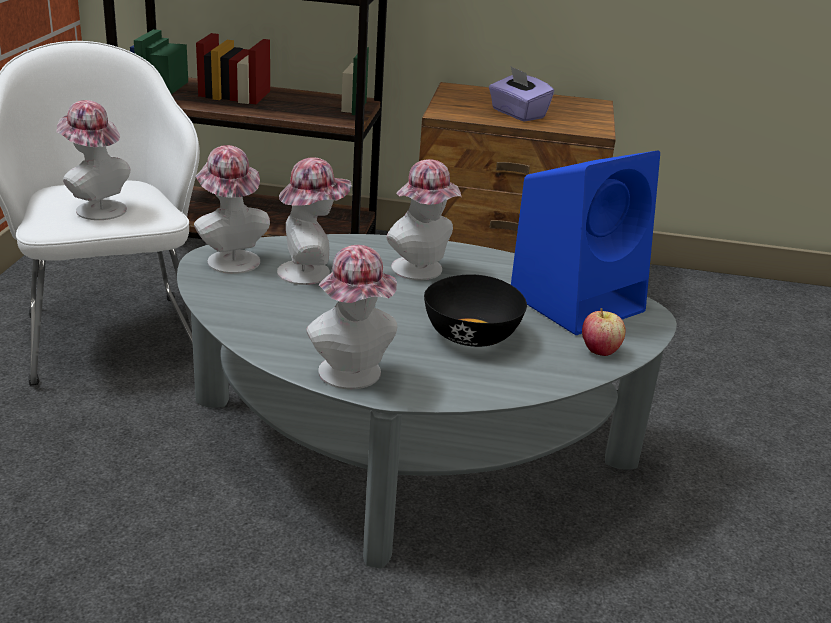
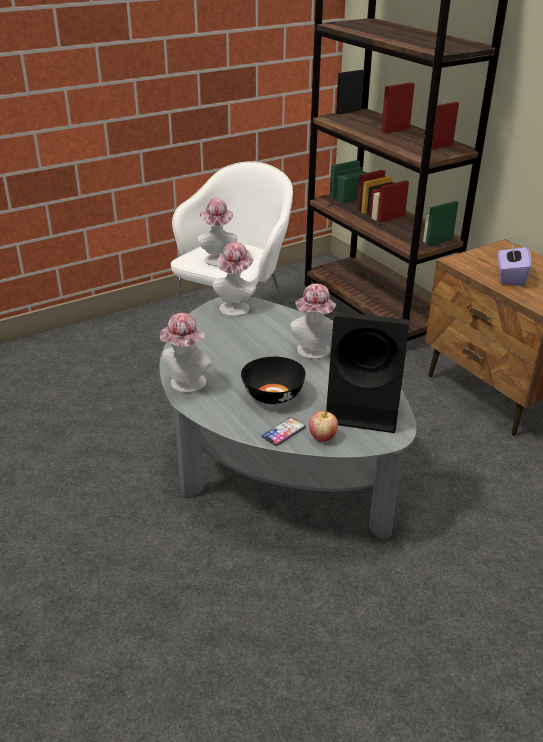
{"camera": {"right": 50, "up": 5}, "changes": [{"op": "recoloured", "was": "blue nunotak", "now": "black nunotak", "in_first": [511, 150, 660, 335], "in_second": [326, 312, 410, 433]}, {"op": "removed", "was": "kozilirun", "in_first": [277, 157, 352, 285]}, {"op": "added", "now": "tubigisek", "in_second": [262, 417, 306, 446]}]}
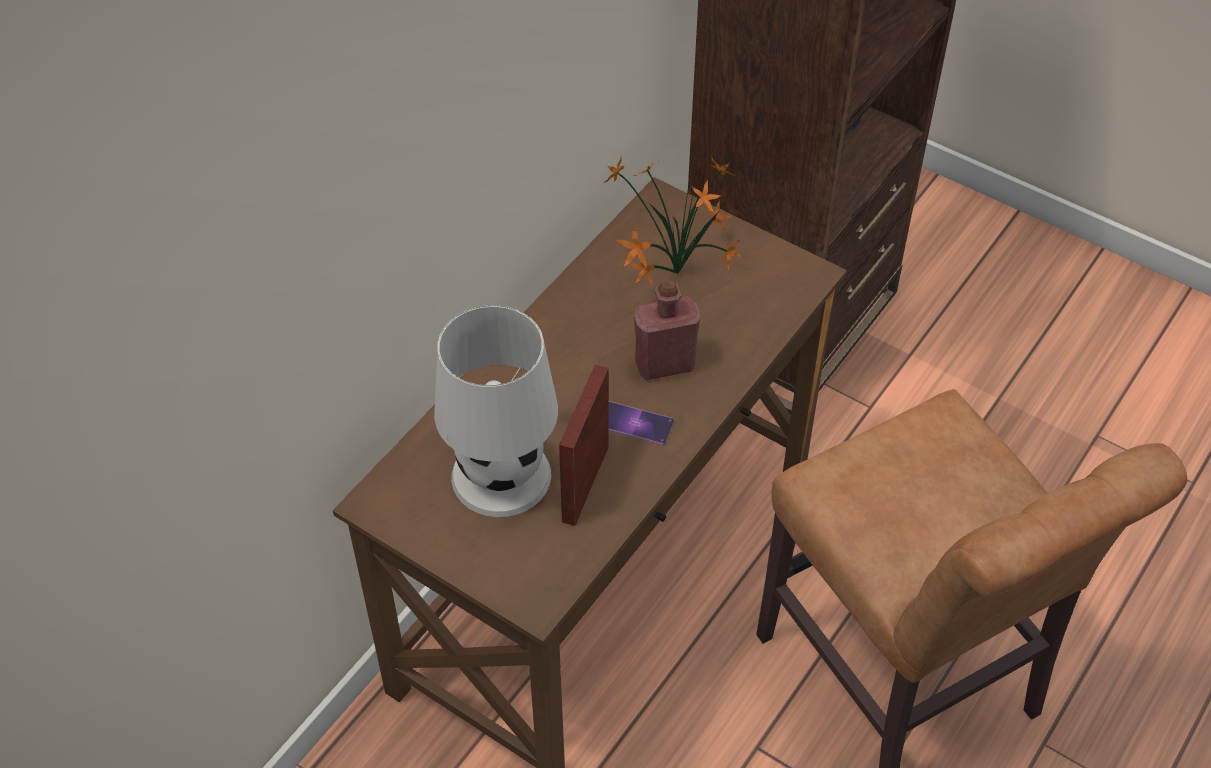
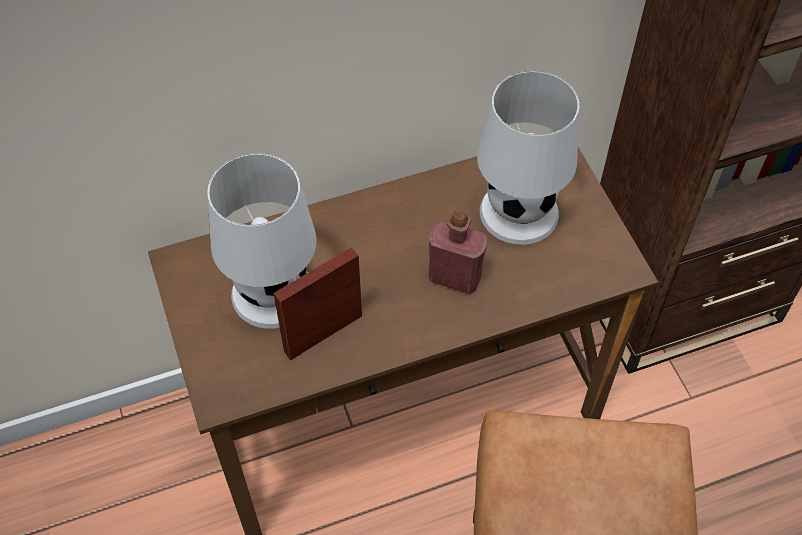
{"camera": {"right": 35, "up": 5}, "changes": [{"op": "replaced", "was": "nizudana", "now": "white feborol", "in_first": [603, 156, 741, 284], "in_second": [477, 71, 579, 245]}, {"op": "removed", "was": "tubigisek", "in_first": [608, 401, 675, 445]}]}
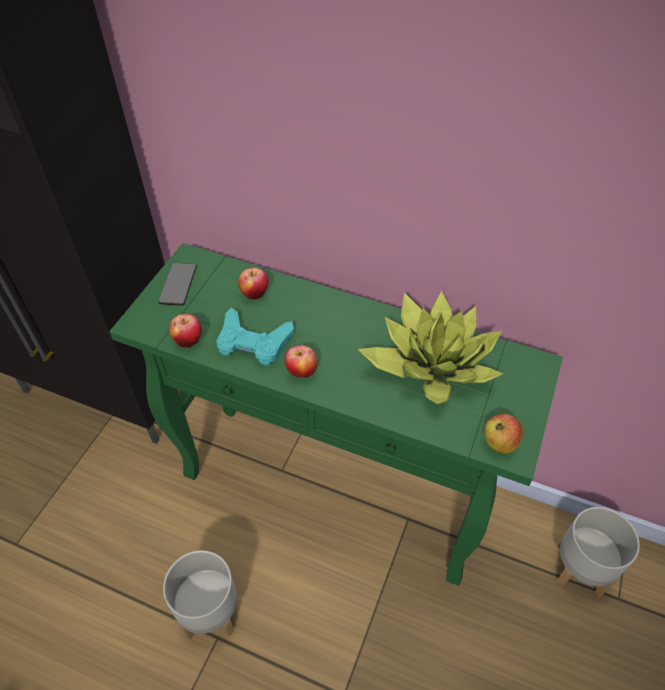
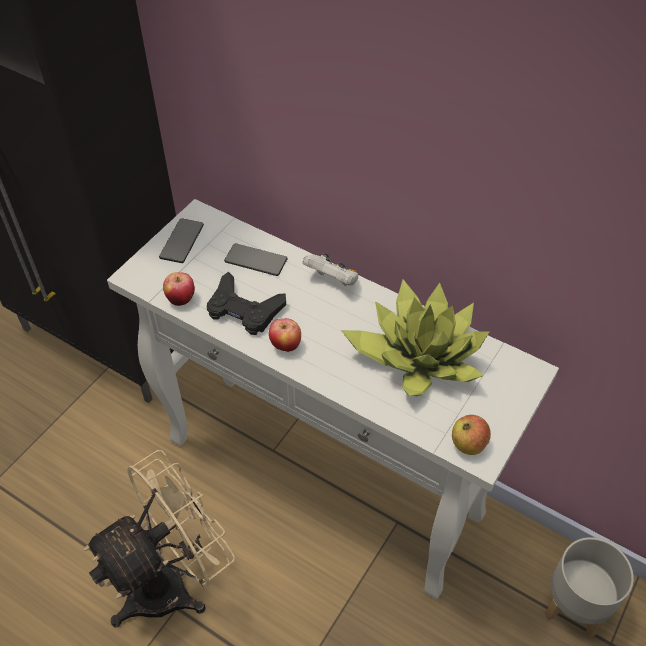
{"camera": {"right": 10, "up": 0}, "changes": [{"op": "recoloured", "was": "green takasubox", "now": "white takasubox", "in_first": [109, 243, 563, 585], "in_second": [107, 199, 559, 599]}, {"op": "replaced", "was": "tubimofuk", "now": "tubigisek", "in_first": [238, 267, 268, 299], "in_second": [224, 243, 287, 276]}, {"op": "recoloured", "was": "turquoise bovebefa", "now": "black bovebefa", "in_first": [217, 307, 294, 366], "in_second": [207, 272, 286, 335]}, {"op": "replaced", "was": "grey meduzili", "now": "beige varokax", "in_first": [163, 550, 237, 639], "in_second": [83, 450, 235, 627]}, {"op": "added", "now": "white bovebefa", "in_second": [303, 253, 358, 286]}]}
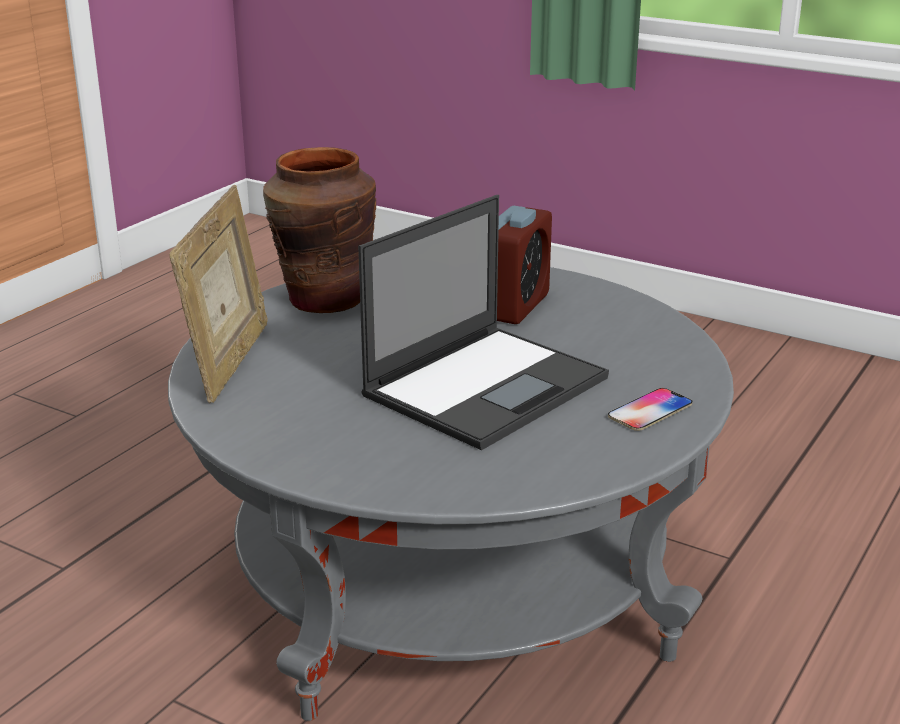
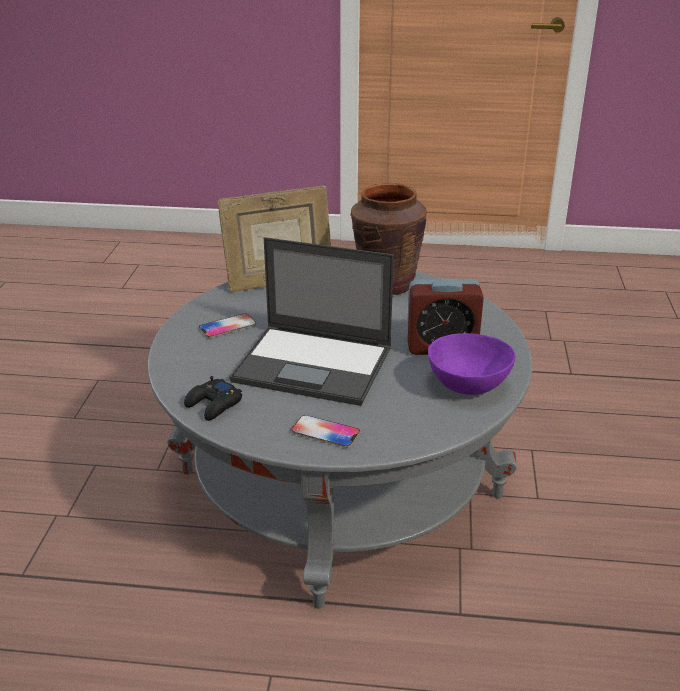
{"camera": {"right": 65, "up": 5}, "changes": [{"op": "added", "now": "tubigisek", "in_second": [199, 313, 256, 338]}, {"op": "added", "now": "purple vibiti", "in_second": [428, 333, 516, 395]}, {"op": "added", "now": "black bovebefa", "in_second": [184, 376, 242, 421]}]}
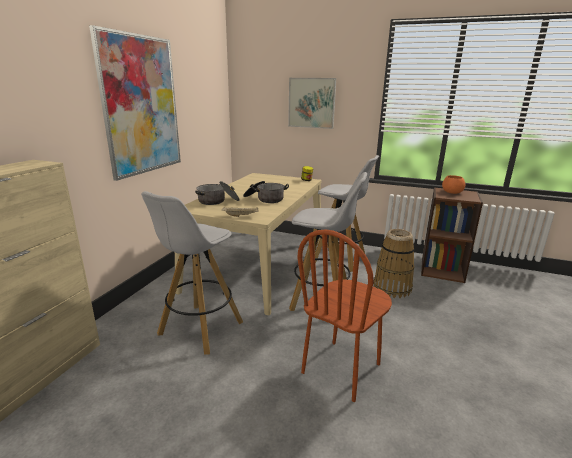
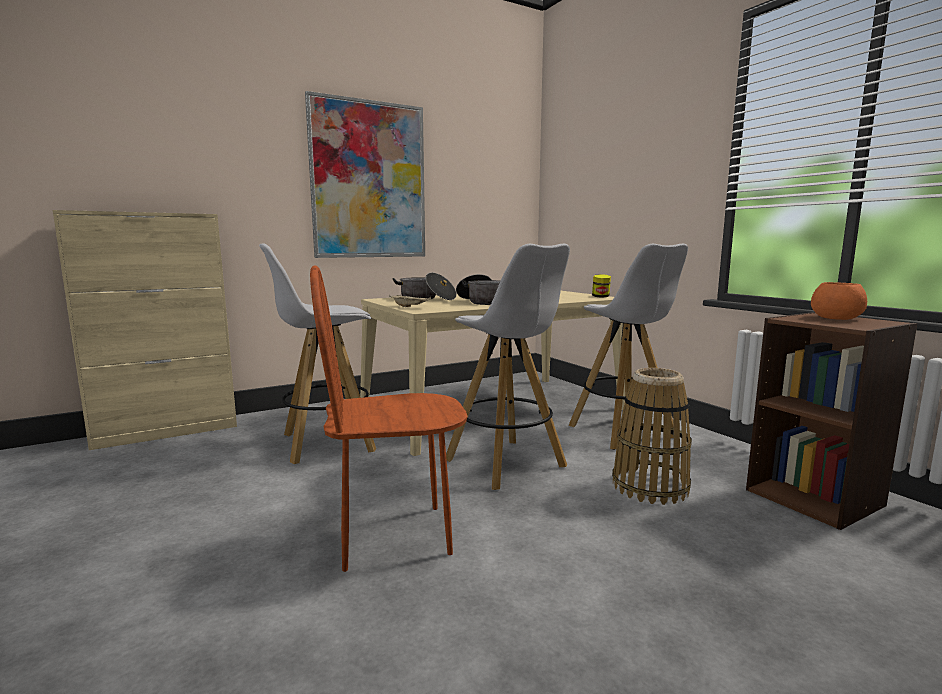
{"camera": {"right": 40, "up": -10}, "changes": [{"op": "removed", "was": "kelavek", "in_first": [288, 78, 336, 129]}]}
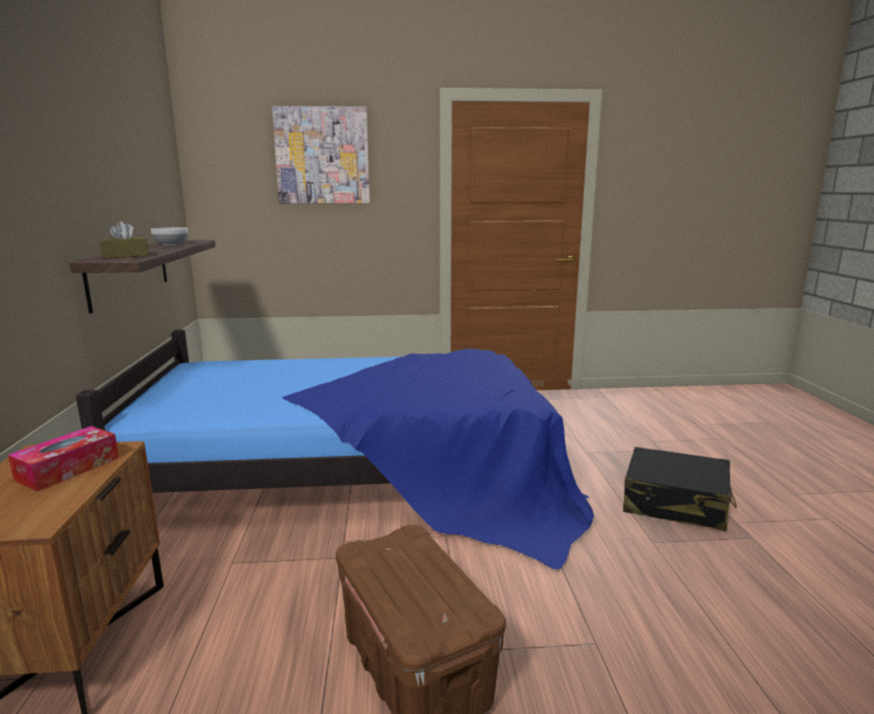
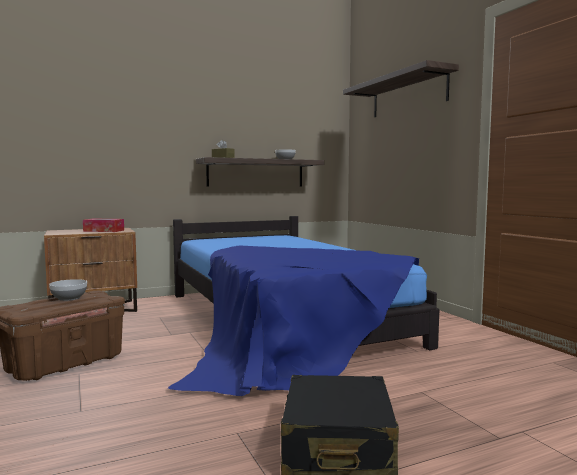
{"camera": {"right": 70, "up": -10}, "changes": [{"op": "replaced", "was": "kelavek", "now": "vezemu", "in_first": [272, 106, 370, 203], "in_second": [343, 60, 459, 117]}, {"op": "added", "now": "vibiti", "in_second": [49, 279, 87, 301]}]}
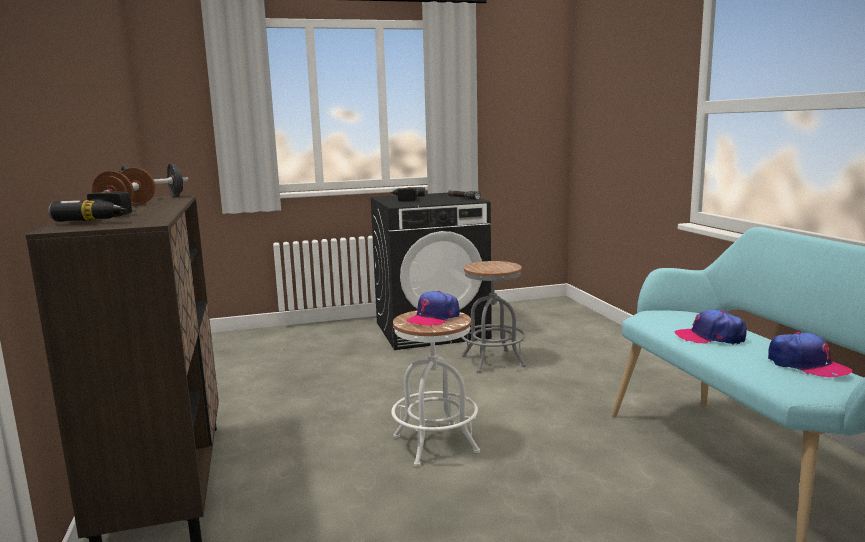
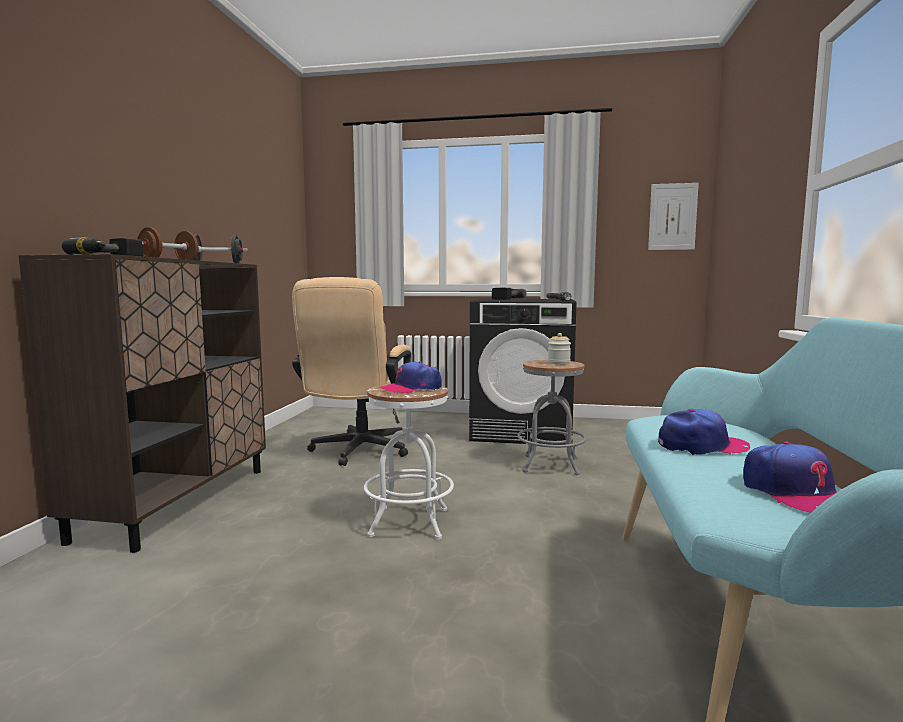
{"camera": {"right": 25, "up": -5}, "changes": [{"op": "turned", "was": "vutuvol", "in_first": [675, 309, 747, 345], "in_second": [658, 409, 750, 455], "clockwise": 135}, {"op": "added", "now": "kelavek", "in_second": [648, 183, 699, 250]}, {"op": "added", "now": "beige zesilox", "in_second": [292, 277, 411, 466]}, {"op": "added", "now": "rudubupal", "in_second": [548, 333, 571, 365]}]}
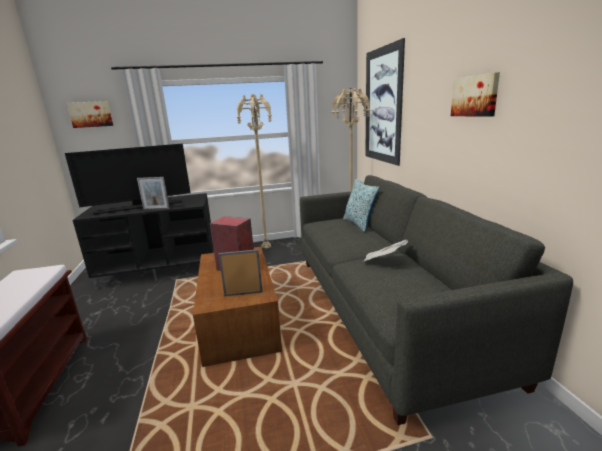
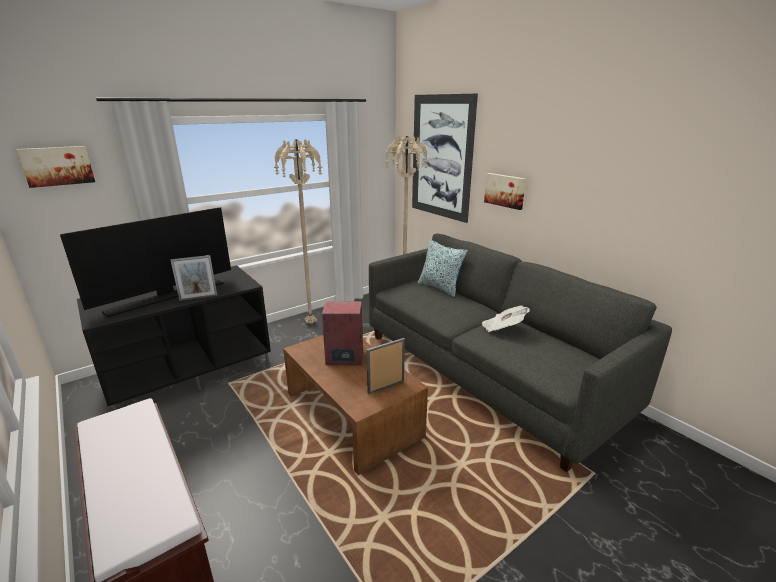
{"camera": {"right": -25, "up": 5}, "changes": [{"op": "moved", "was": "kelavek", "in_first": [451, 72, 500, 117], "in_second": [484, 173, 526, 210]}]}
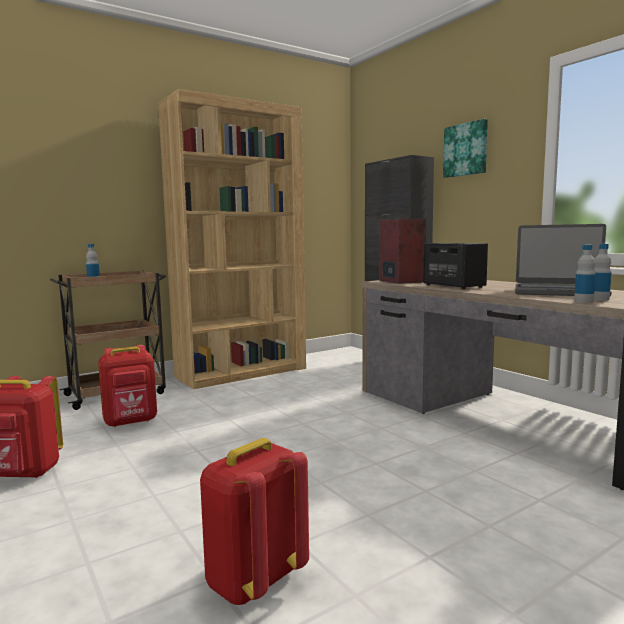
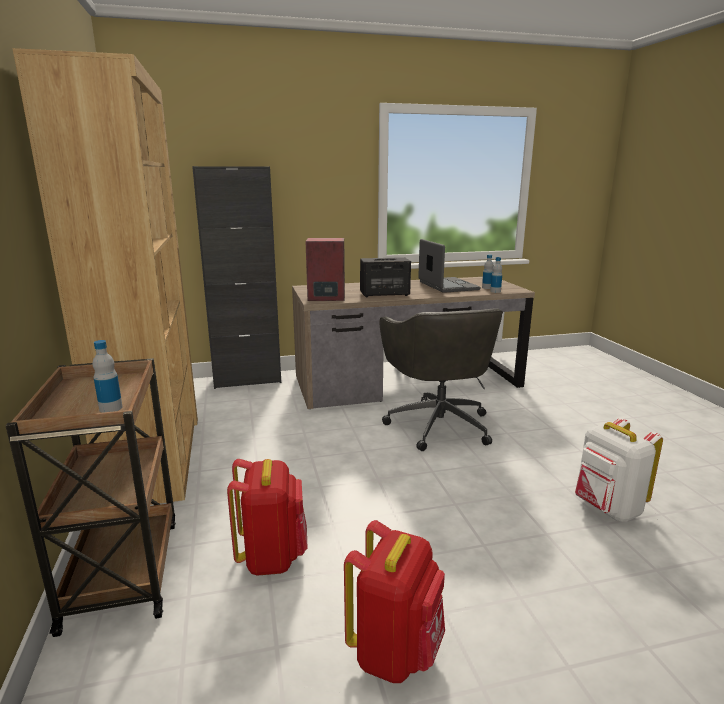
{"camera": {"right": -70, "up": 10}, "changes": [{"op": "removed", "was": "kelavek", "in_first": [443, 119, 488, 178]}, {"op": "turned", "was": "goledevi", "in_first": [515, 224, 612, 296], "in_second": [418, 239, 480, 293], "clockwise": -60}, {"op": "recoloured", "was": "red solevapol", "now": "white solevapol", "in_first": [200, 438, 309, 605], "in_second": [575, 418, 663, 522]}, {"op": "added", "now": "grey zesilox", "in_second": [380, 308, 503, 451]}]}
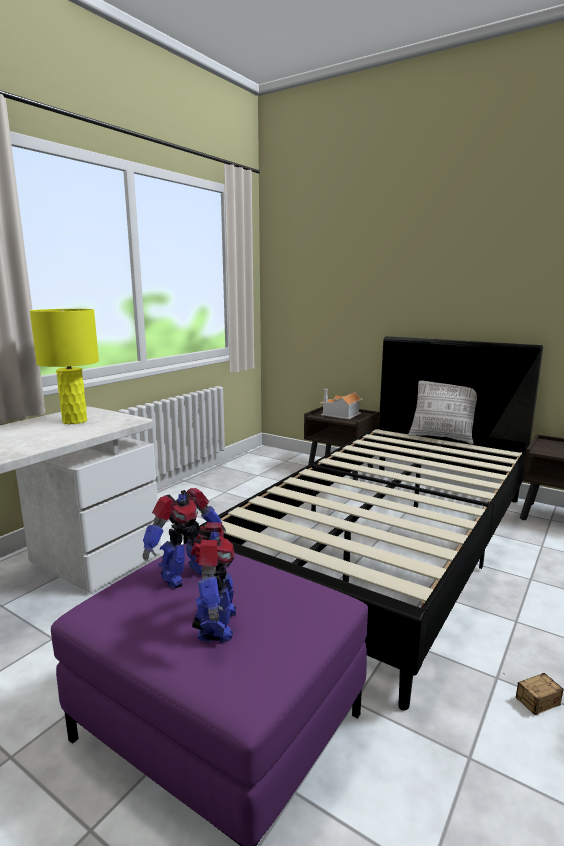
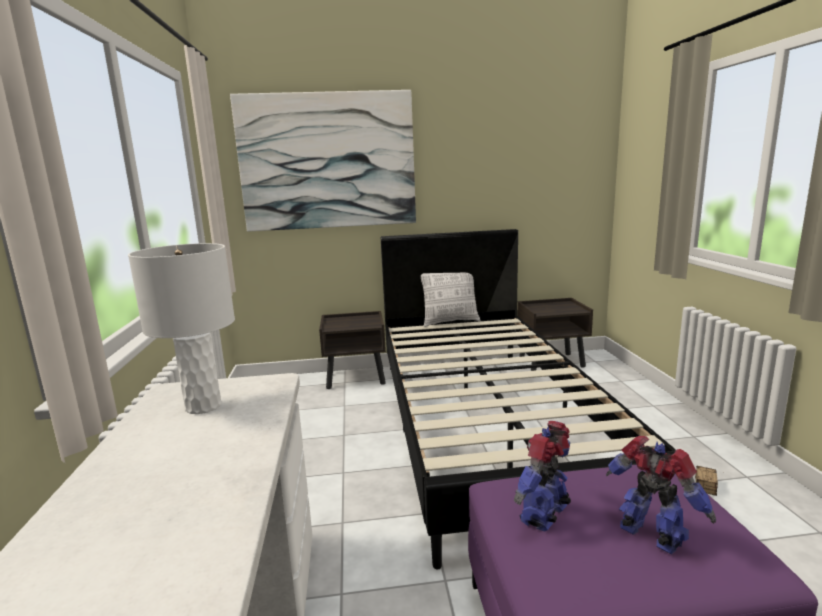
{"camera": {"right": -40, "up": 0}, "changes": [{"op": "recoloured", "was": "yellow feborol", "now": "white feborol", "in_first": [30, 309, 99, 424], "in_second": [128, 243, 235, 414]}, {"op": "removed", "was": "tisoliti", "in_first": [320, 389, 363, 419]}, {"op": "turned", "was": "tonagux", "in_first": [143, 488, 226, 588], "in_second": [514, 421, 571, 532], "clockwise": -150}, {"op": "added", "now": "kelavek", "in_second": [230, 90, 416, 232]}]}
